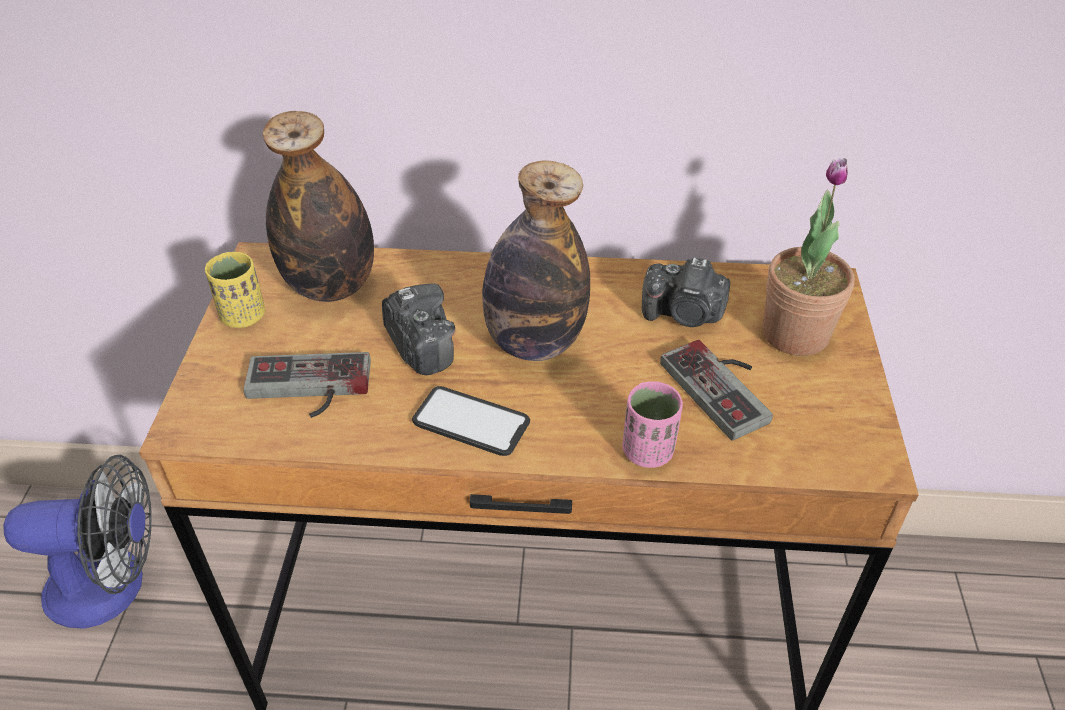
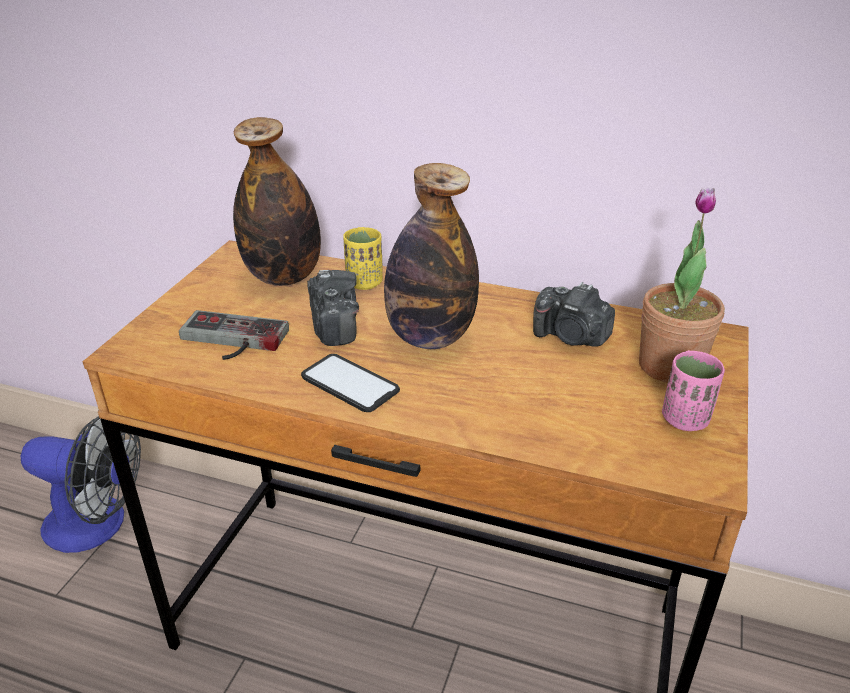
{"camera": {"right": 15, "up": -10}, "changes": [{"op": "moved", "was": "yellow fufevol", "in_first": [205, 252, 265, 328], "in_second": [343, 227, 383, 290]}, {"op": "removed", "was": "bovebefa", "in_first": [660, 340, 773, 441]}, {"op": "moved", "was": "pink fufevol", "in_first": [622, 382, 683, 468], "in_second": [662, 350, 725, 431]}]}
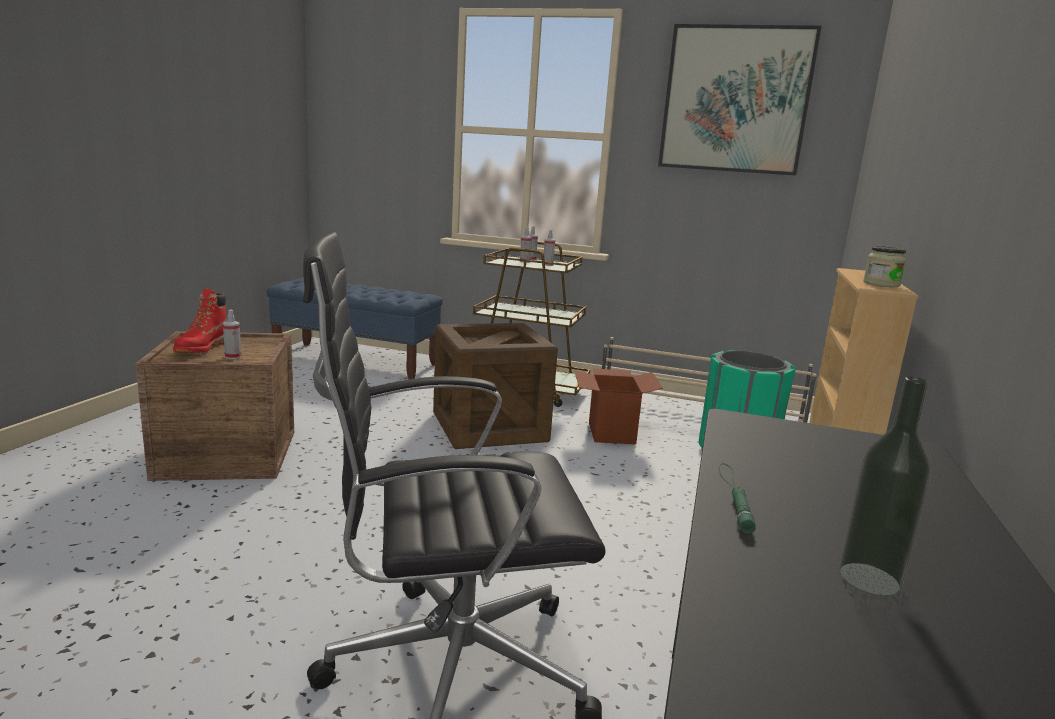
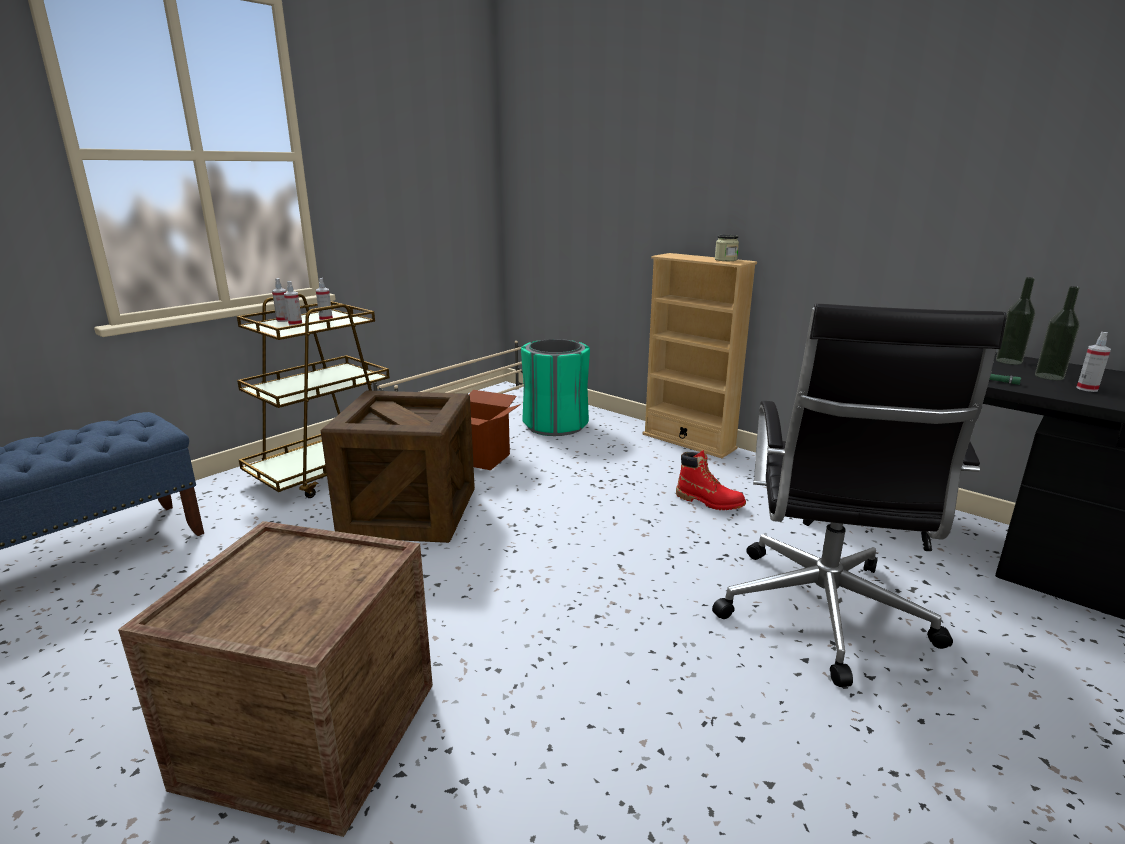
{"camera": {"right": -65, "up": 5}, "changes": [{"op": "removed", "was": "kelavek", "in_first": [658, 24, 822, 176]}, {"op": "moved", "was": "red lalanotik", "in_first": [173, 289, 227, 353], "in_second": [676, 450, 746, 510]}, {"op": "moved", "was": "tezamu", "in_first": [223, 310, 241, 359], "in_second": [1076, 332, 1111, 392]}, {"op": "added", "now": "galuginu", "in_second": [996, 277, 1035, 365]}]}
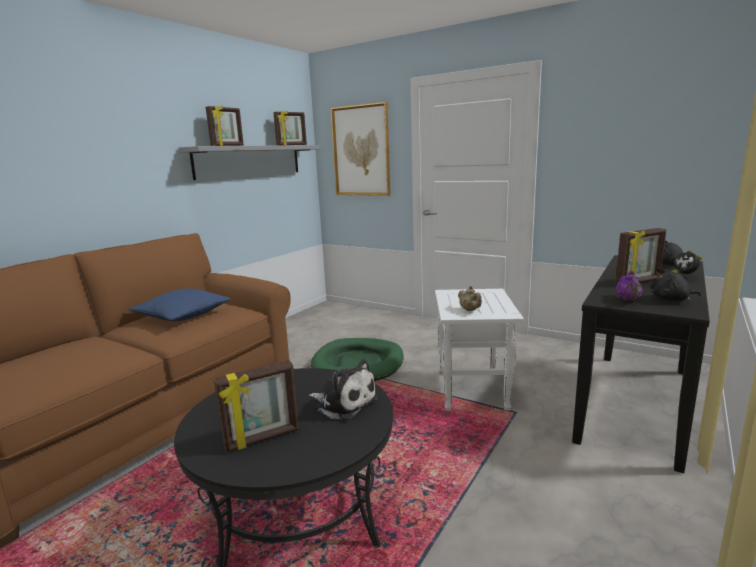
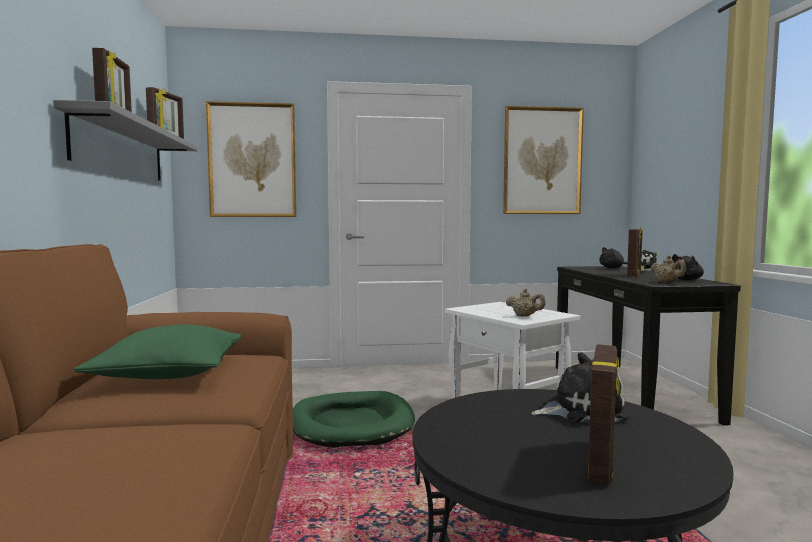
{"camera": {"right": -40, "up": -10}, "changes": [{"op": "recoloured", "was": "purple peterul", "now": "beige peterul", "in_first": [616, 271, 643, 301], "in_second": [650, 255, 686, 282]}, {"op": "recoloured", "was": "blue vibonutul", "now": "green vibonutul", "in_first": [129, 289, 230, 321], "in_second": [74, 325, 242, 379]}, {"op": "added", "now": "kelavek", "in_second": [503, 106, 584, 214]}]}
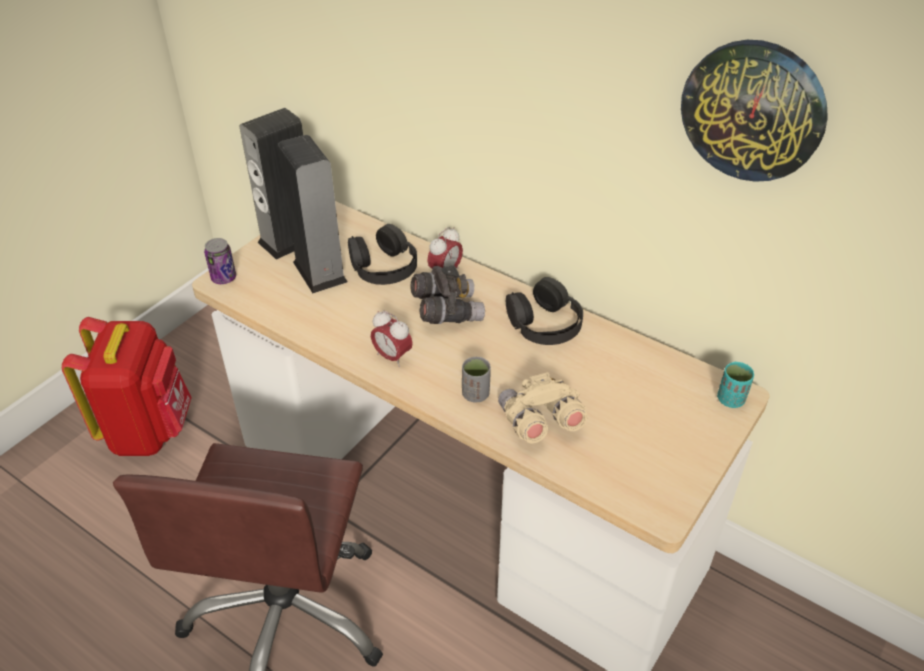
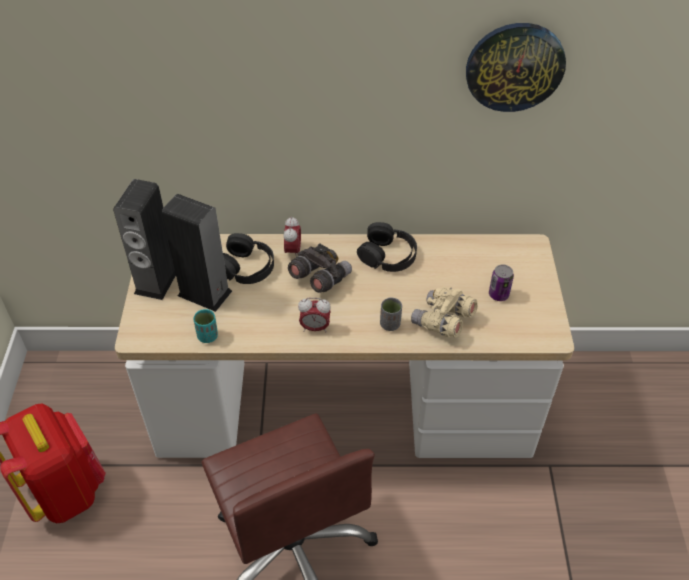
{"camera": {"right": -35, "up": 5}, "changes": [{"op": "moved", "was": "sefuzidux", "in_first": [204, 238, 236, 284], "in_second": [489, 264, 514, 301]}, {"op": "moved", "was": "turquoise fufevol", "in_first": [717, 362, 754, 408], "in_second": [193, 309, 218, 343]}]}
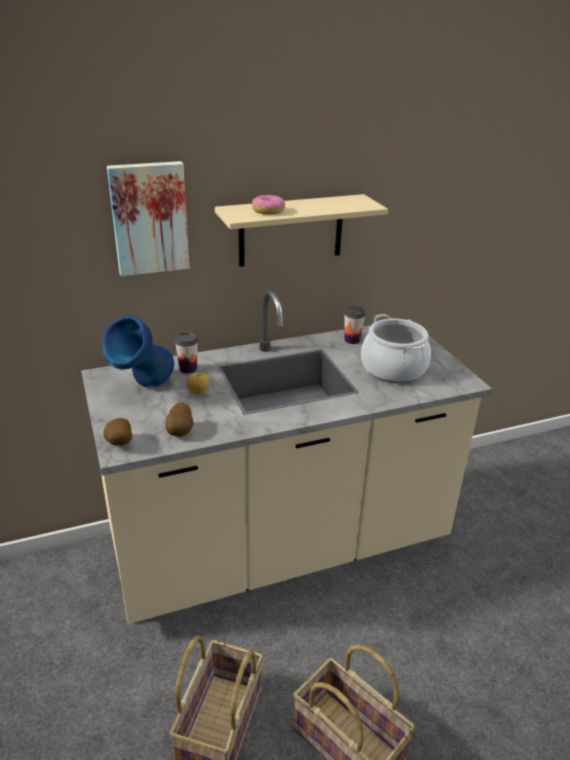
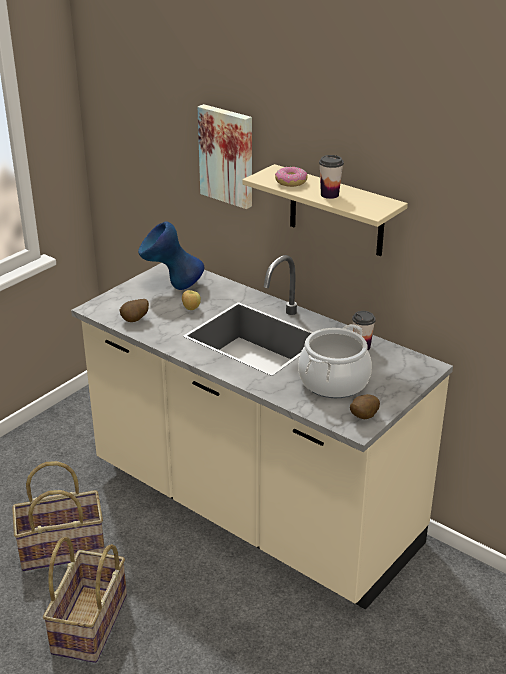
{"camera": {"right": 60, "up": 0}, "changes": [{"op": "moved", "was": "fufevol", "in_first": [175, 332, 198, 373], "in_second": [319, 155, 344, 199]}, {"op": "moved", "was": "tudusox", "in_first": [103, 418, 132, 446], "in_second": [350, 394, 380, 419]}]}
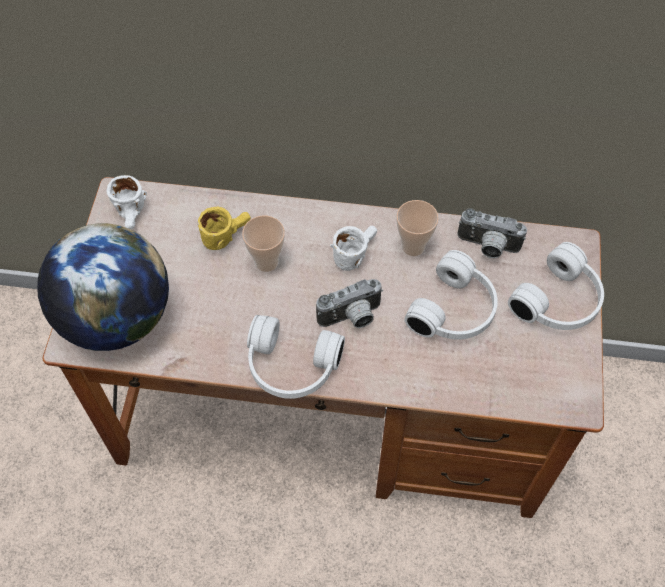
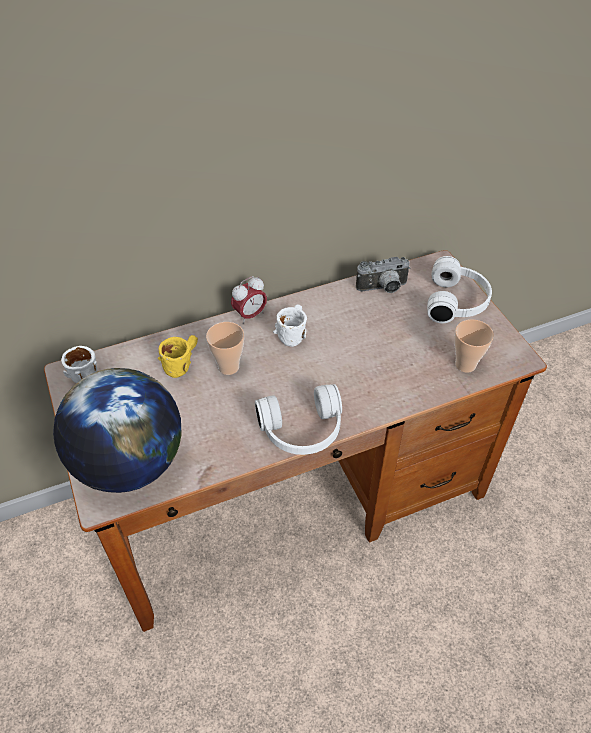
{"camera": {"right": -30, "up": -10}, "changes": [{"op": "moved", "was": "fufevol", "in_first": [396, 200, 439, 256], "in_second": [454, 319, 494, 373]}, {"op": "removed", "was": "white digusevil", "in_first": [404, 250, 498, 340]}, {"op": "removed", "was": "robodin", "in_first": [316, 279, 383, 328]}, {"op": "added", "now": "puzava", "in_second": [231, 276, 267, 324]}]}
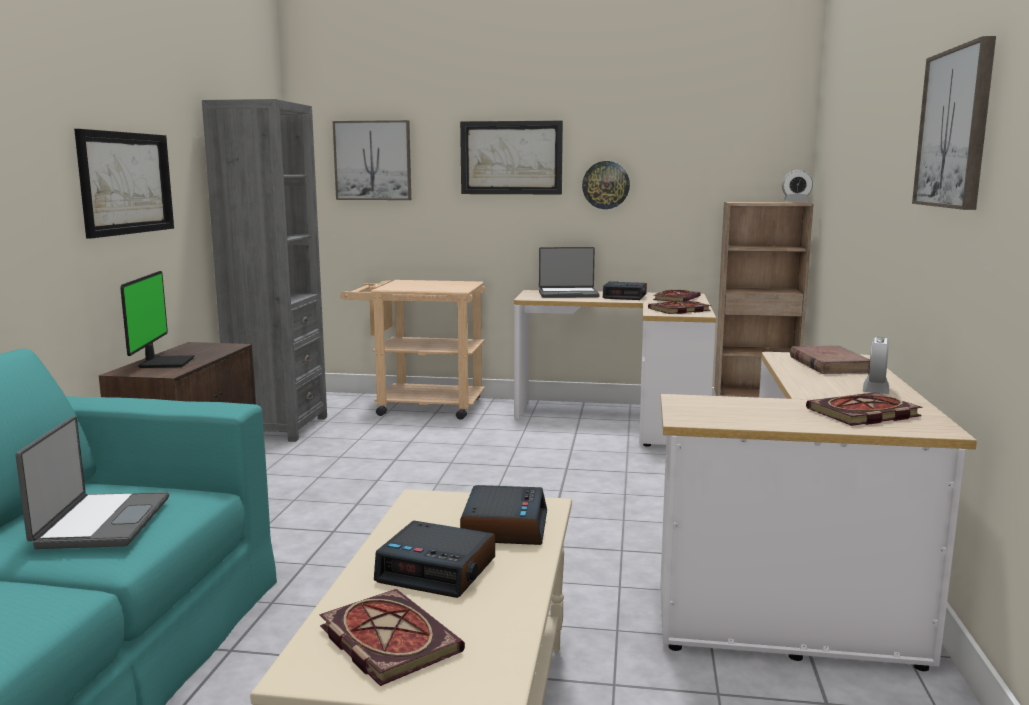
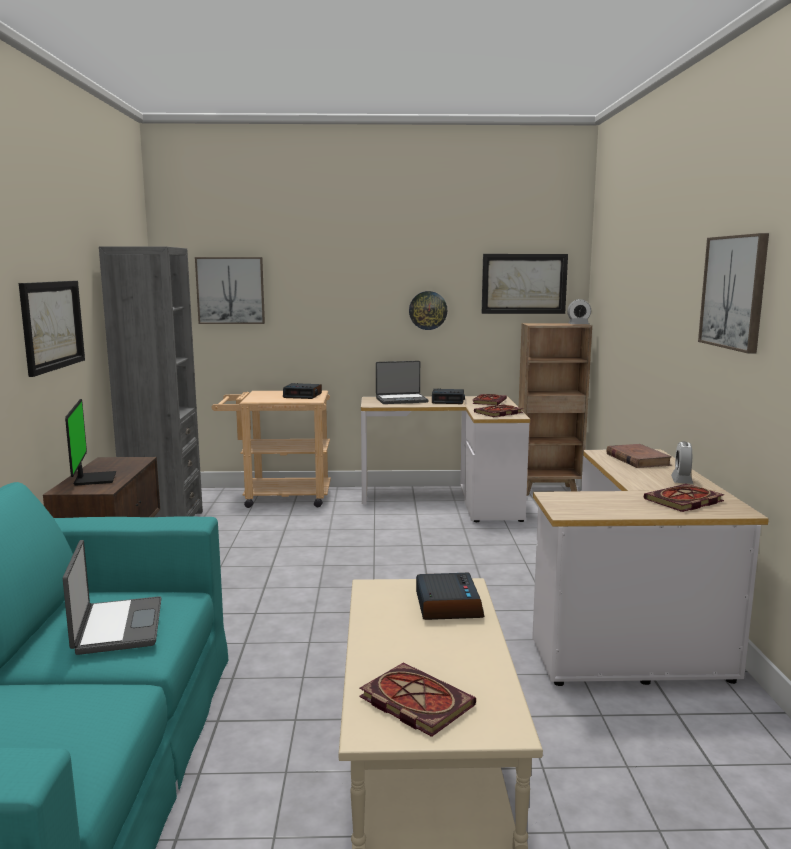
{"camera": {"right": -10, "up": 0}, "changes": [{"op": "moved", "was": "kelavek", "in_first": [460, 121, 563, 194], "in_second": [482, 254, 568, 314]}, {"op": "moved", "was": "puzava", "in_first": [374, 521, 495, 598], "in_second": [283, 383, 322, 399]}]}
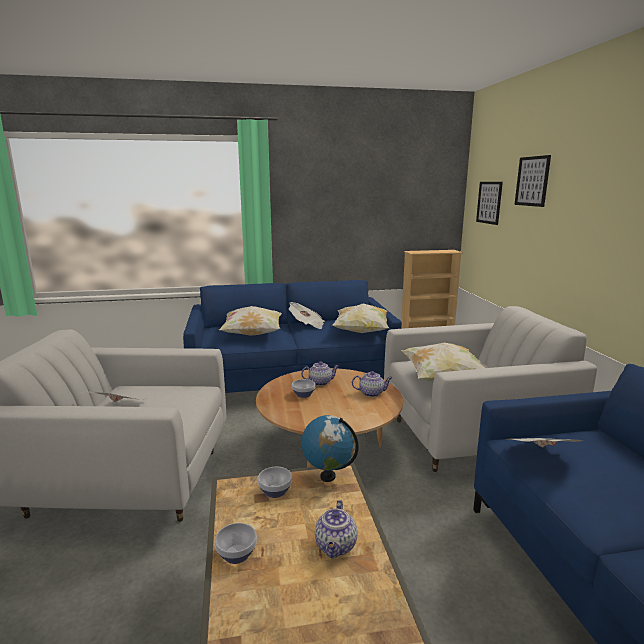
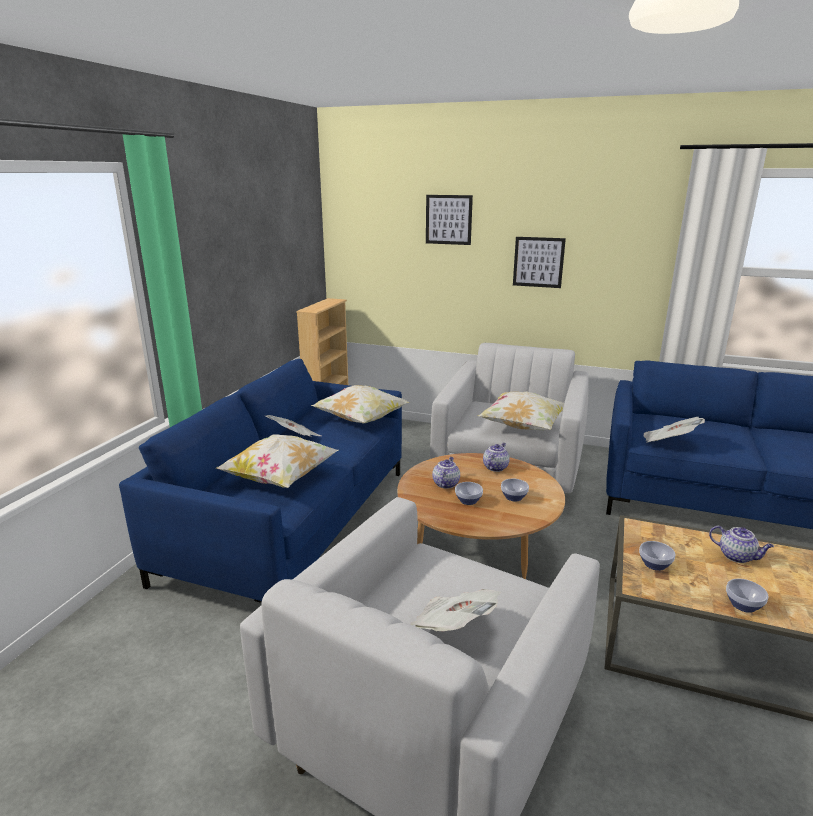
{"camera": {"right": -60, "up": 5}, "changes": [{"op": "moved", "was": "kelavek", "in_first": [476, 182, 503, 225], "in_second": [513, 237, 566, 288]}, {"op": "removed", "was": "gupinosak", "in_first": [301, 415, 359, 482]}, {"op": "added", "now": "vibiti", "in_second": [501, 479, 529, 501]}]}
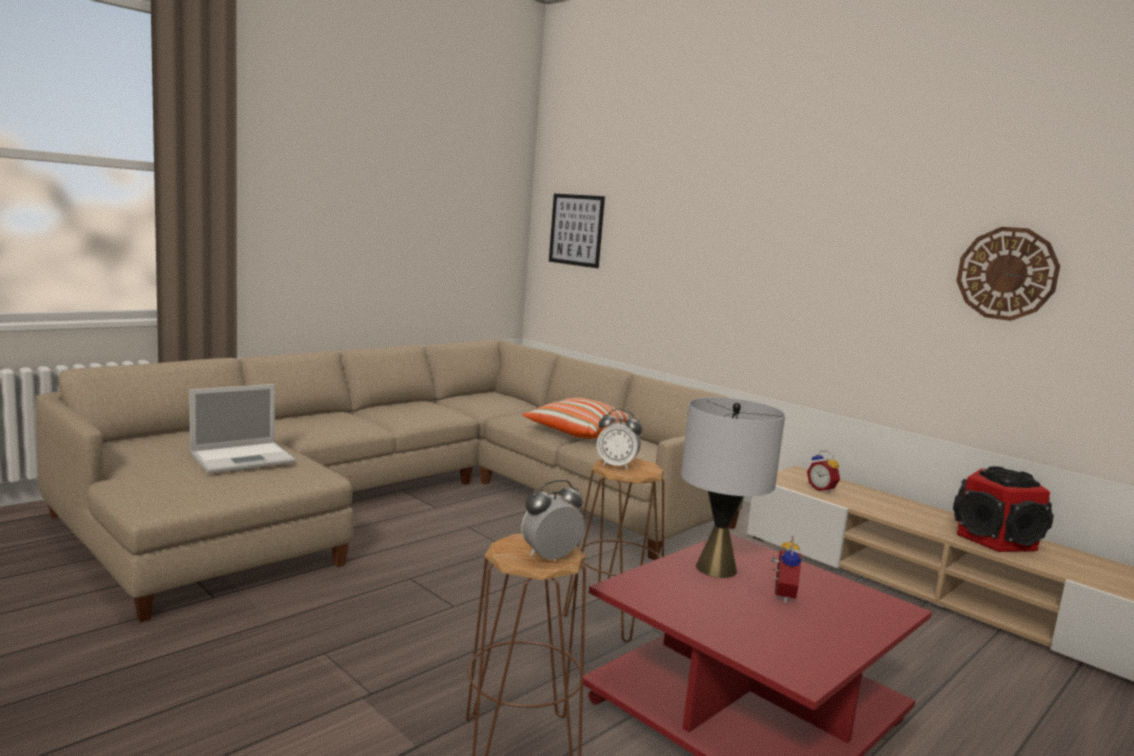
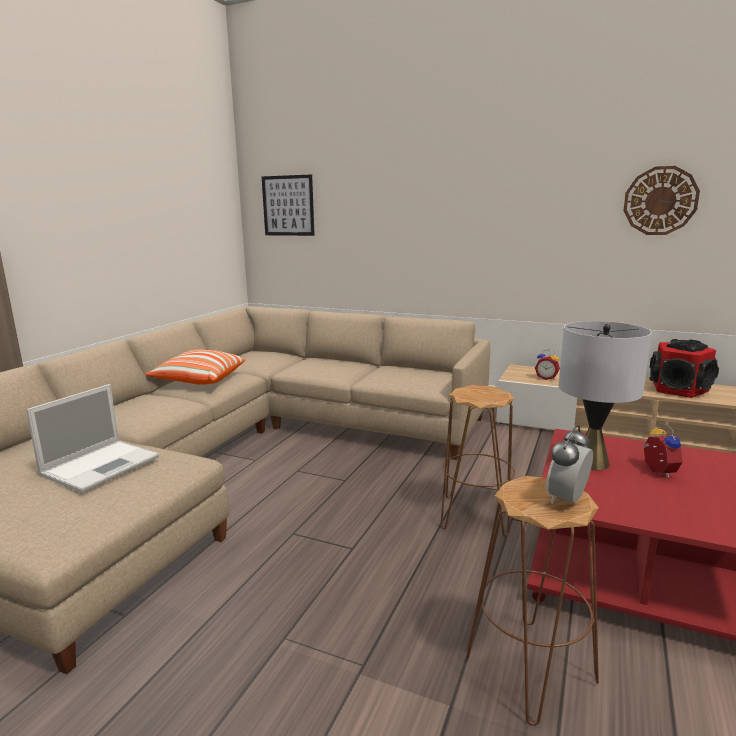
{"camera": {"right": -20, "up": 5}, "changes": [{"op": "moved", "was": "vibonutul", "in_first": [522, 398, 629, 439], "in_second": [145, 350, 246, 385]}, {"op": "removed", "was": "puzava", "in_first": [597, 409, 642, 470]}]}
